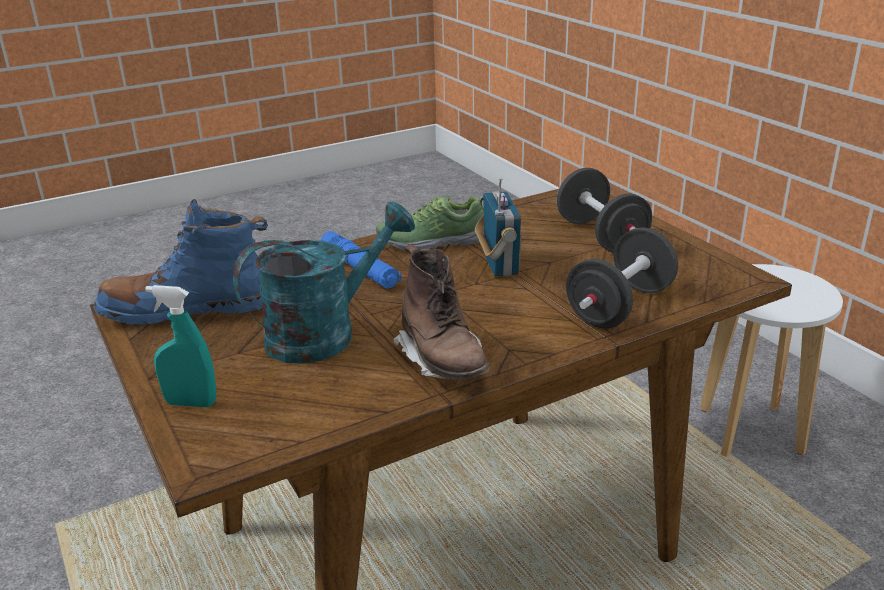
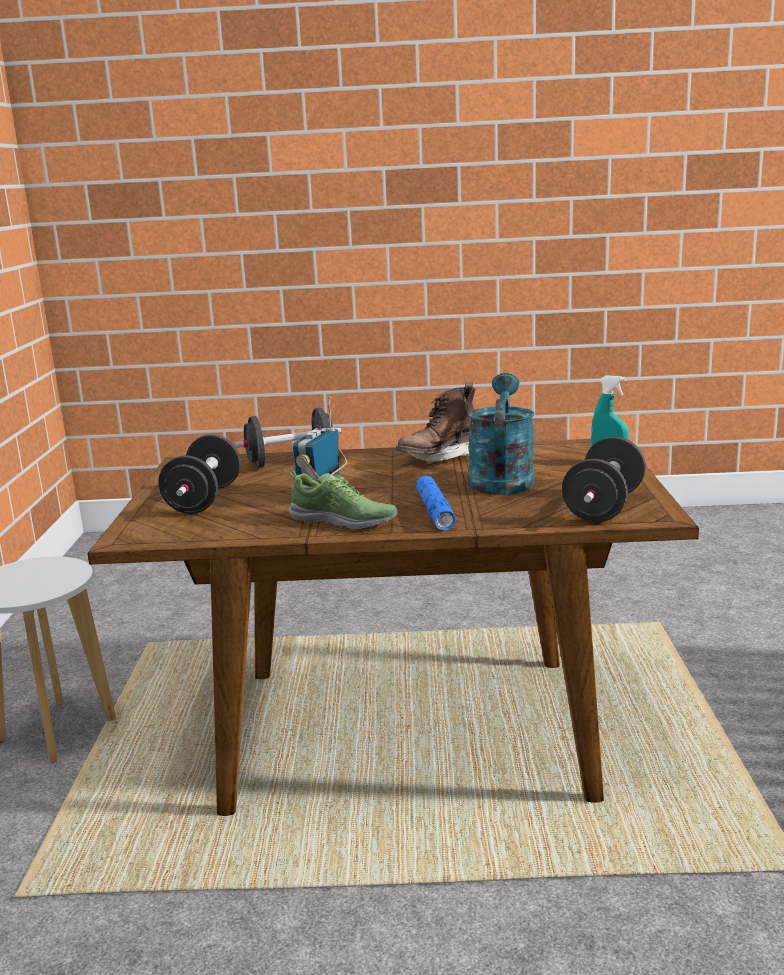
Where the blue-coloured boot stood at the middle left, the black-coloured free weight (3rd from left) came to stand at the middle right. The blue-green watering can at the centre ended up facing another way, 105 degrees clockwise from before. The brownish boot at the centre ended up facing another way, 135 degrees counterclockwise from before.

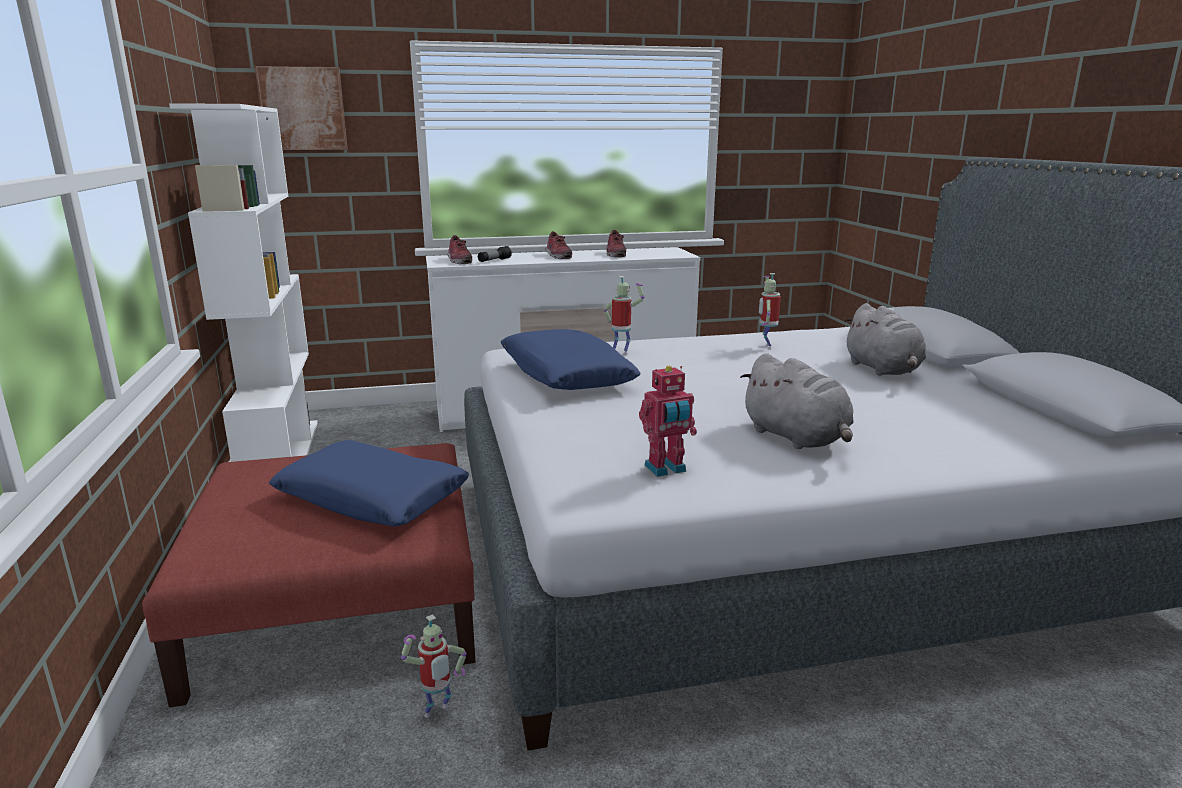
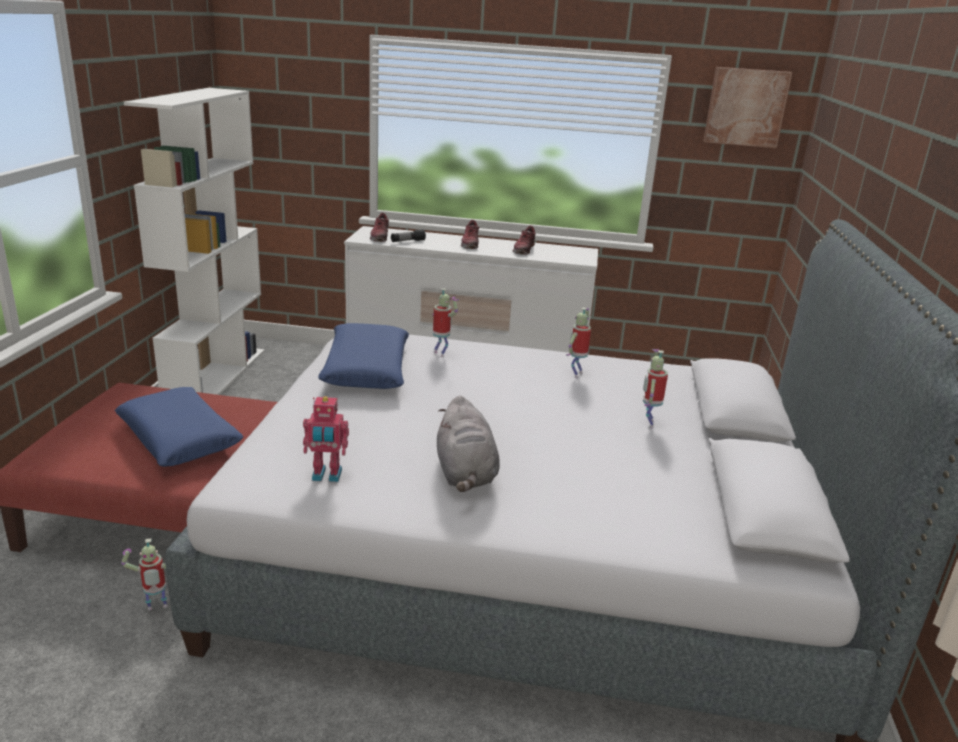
The wall picture ended up elsewhere, having gone from the top left to the top right. Where the gray cuddly toy (2nd from left) stood at the middle right, the model robot (5th from left) came to stand at the middle right.

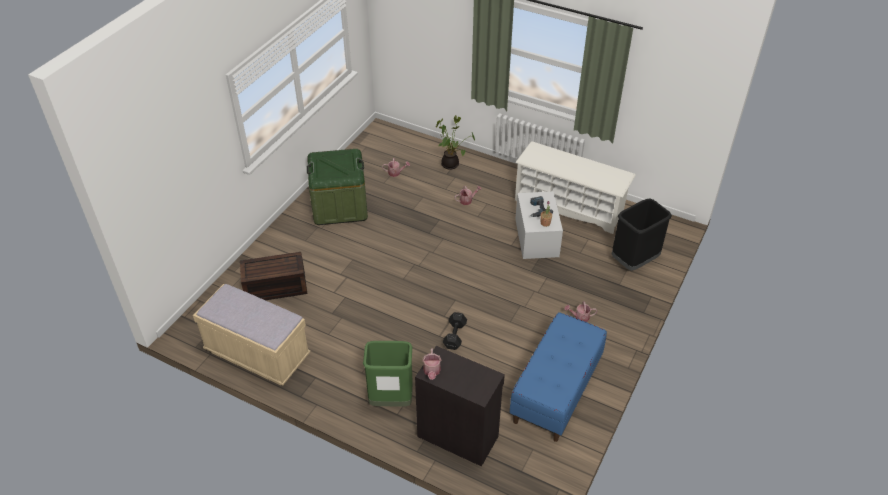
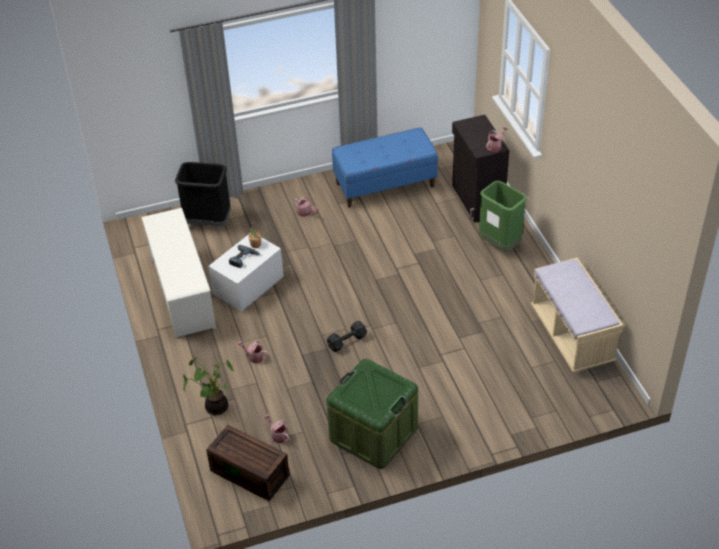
The brownish storage box ended up elsewhere, having gone from the middle left to the bottom centre. The black-coloured free weight ended up elsewhere, having gone from the bottom centre to the centre.

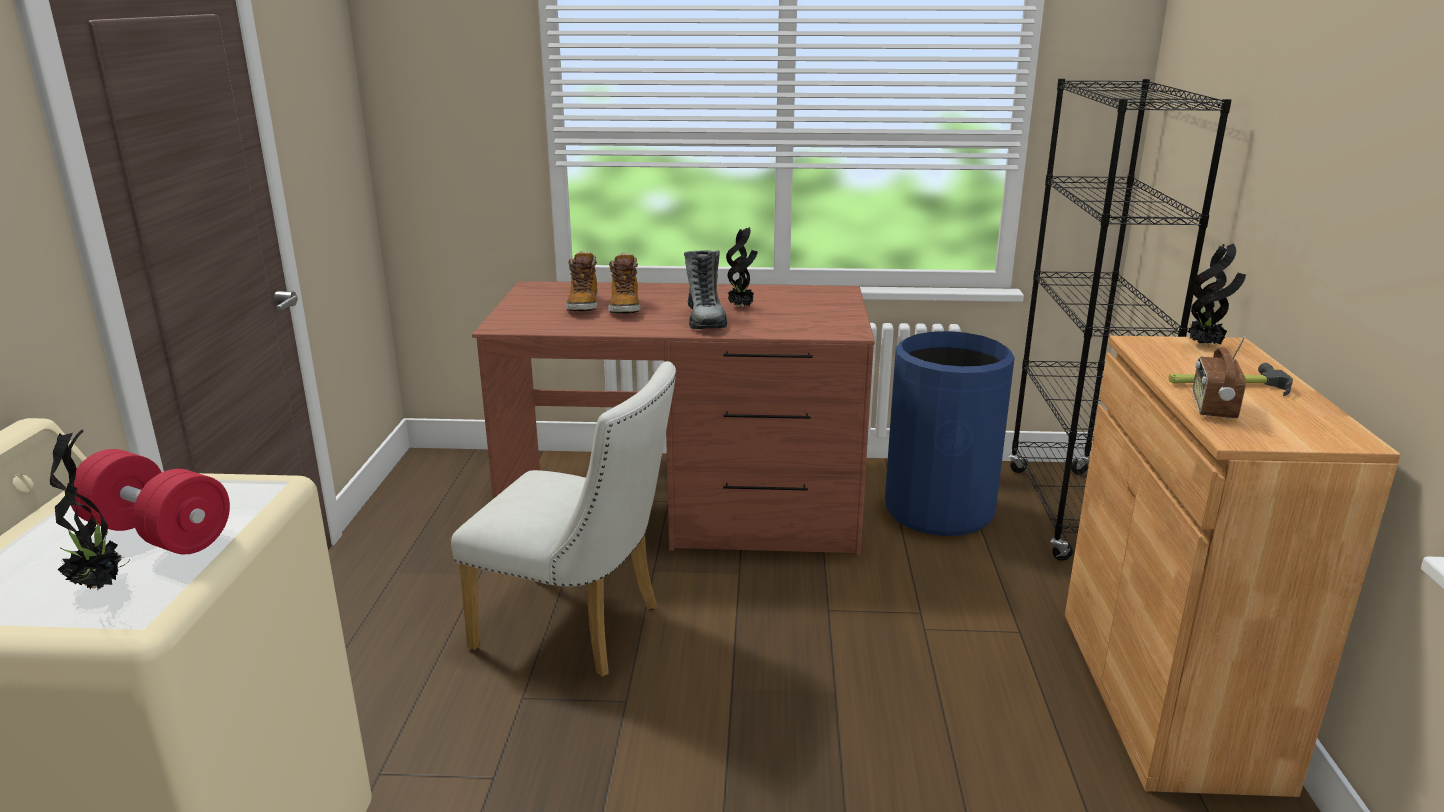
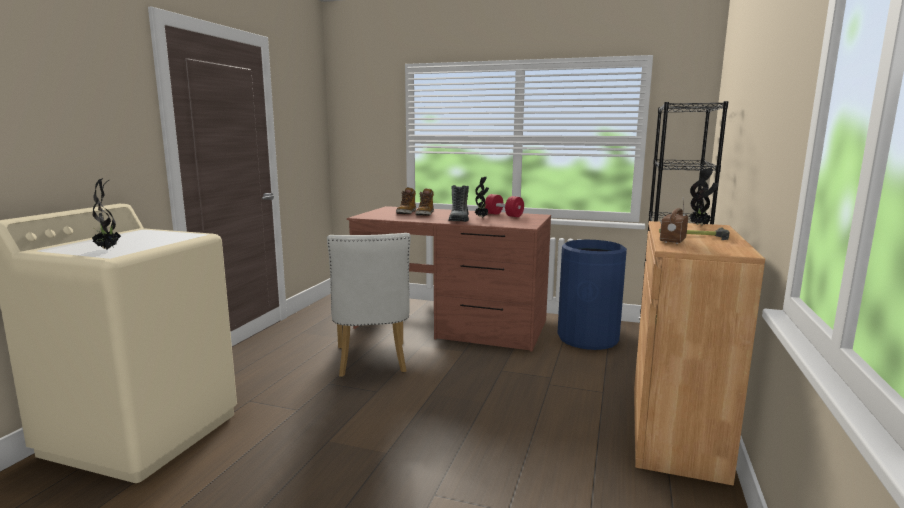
The white-coloured plain chair at the centre ended up facing another way, 45 degrees clockwise from before. The reddish free weight ended up elsewhere, having gone from the middle left to the centre.

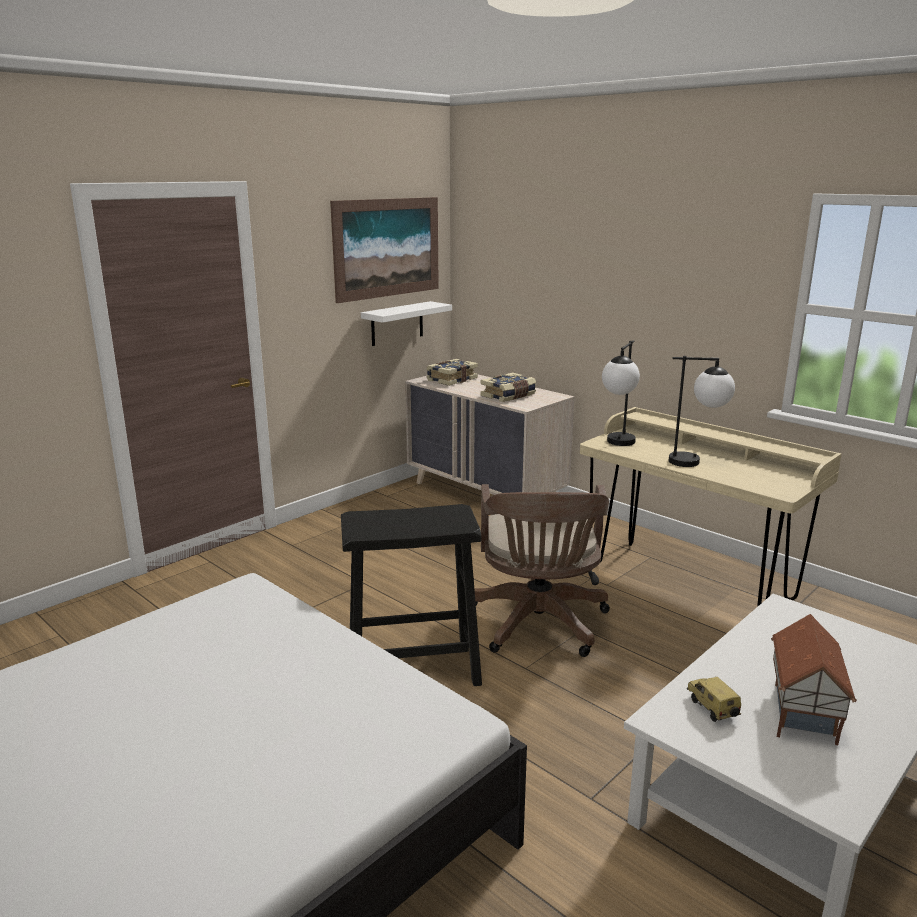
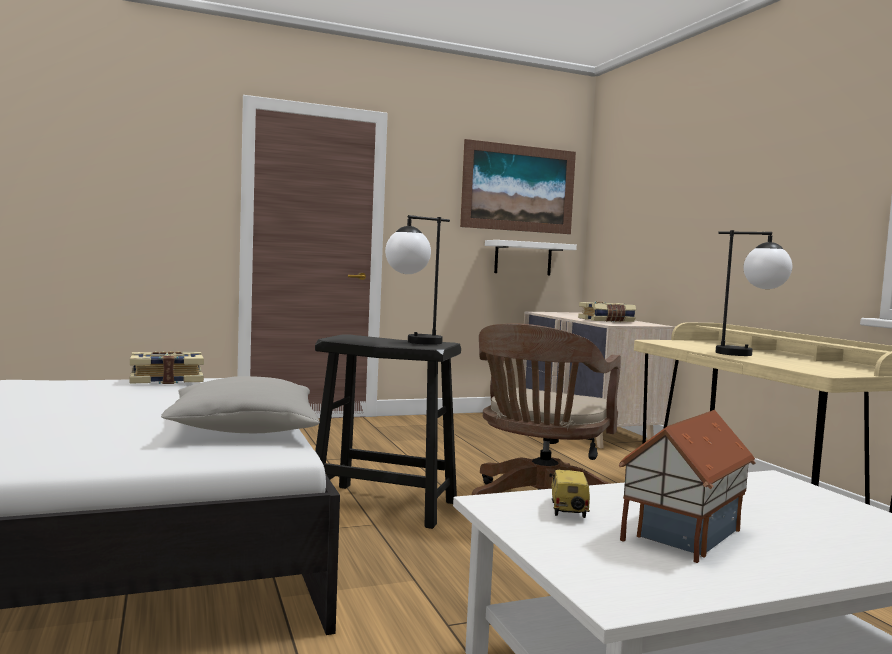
The lamp for a table (1st from left) ended up elsewhere, having gone from the middle right to the centre. The volume (1st from left) ended up elsewhere, having gone from the centre to the middle left. The second view gained the gray pillow at the middle left.

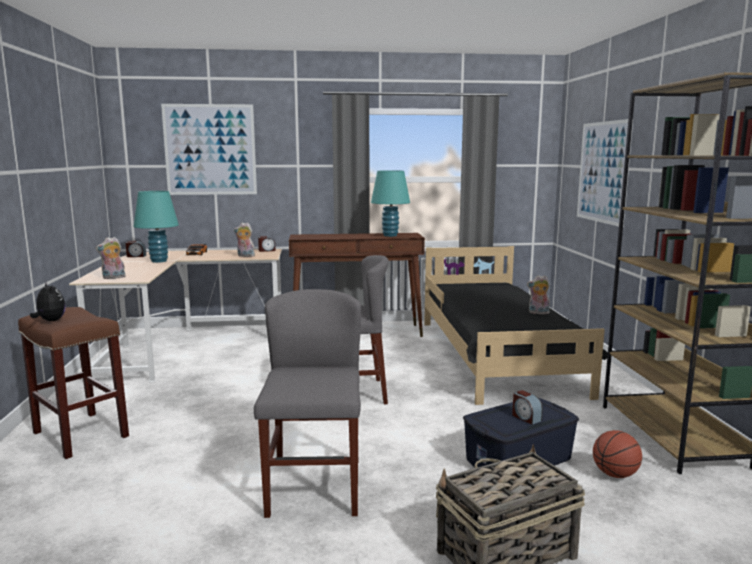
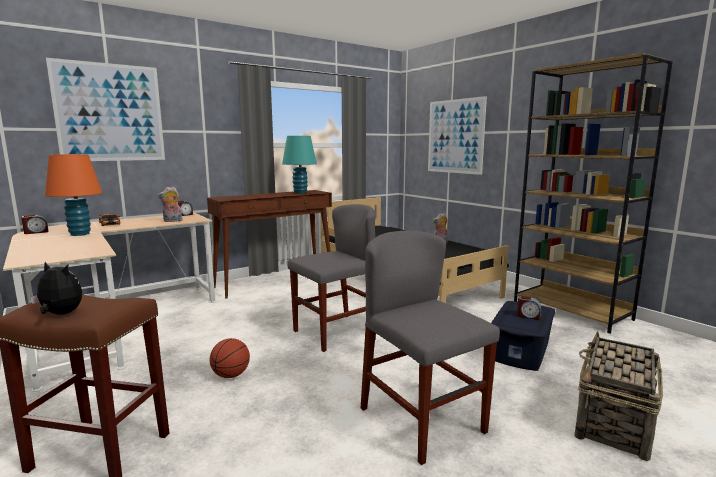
What was the blue-green lamp for a table (1st from left) at the middle left turned into the orangey lamp for a table at the middle left. The second view lost the cuddly toy (2nd from left) at the middle left. The basketball ended up elsewhere, having gone from the bottom right to the bottom left.

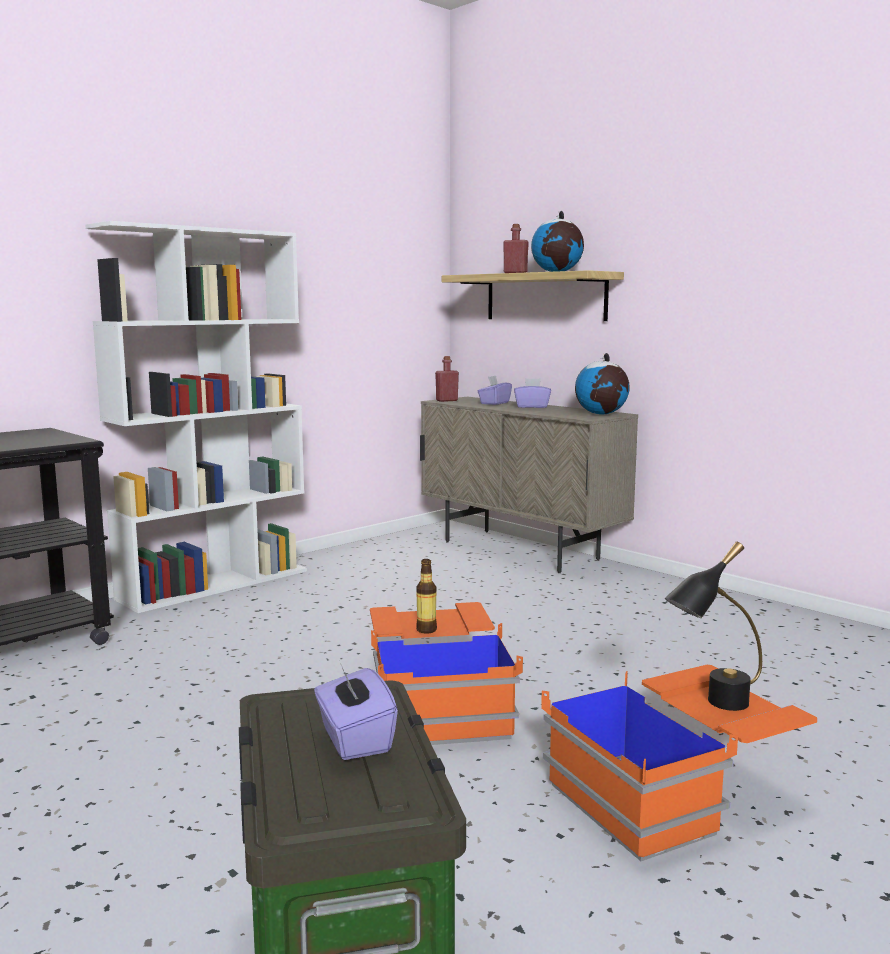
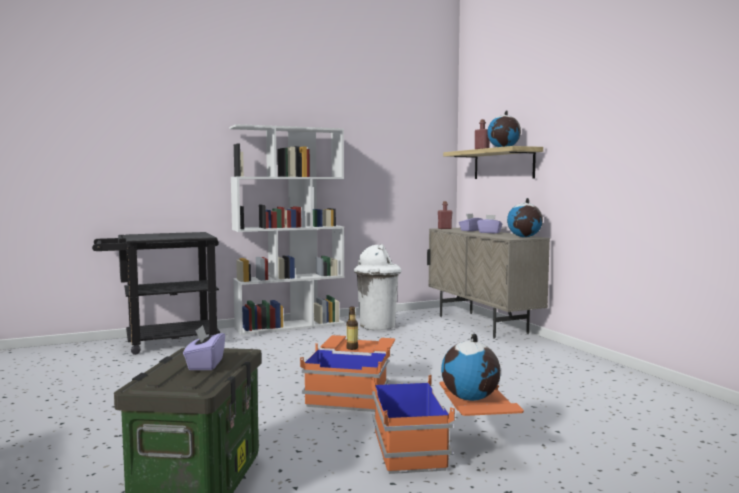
Where the black-coloured lamp for a table stood at the middle right, the globe (1st from left) came to stand at the bottom centre. The second view gained the white-coloured waste bin at the centre.

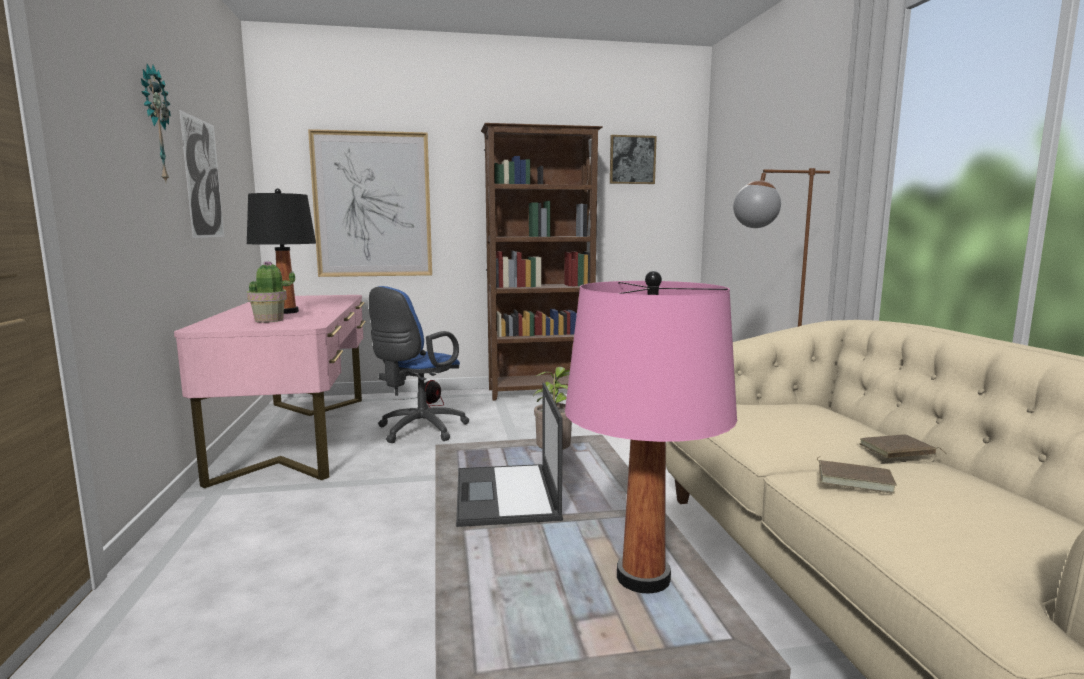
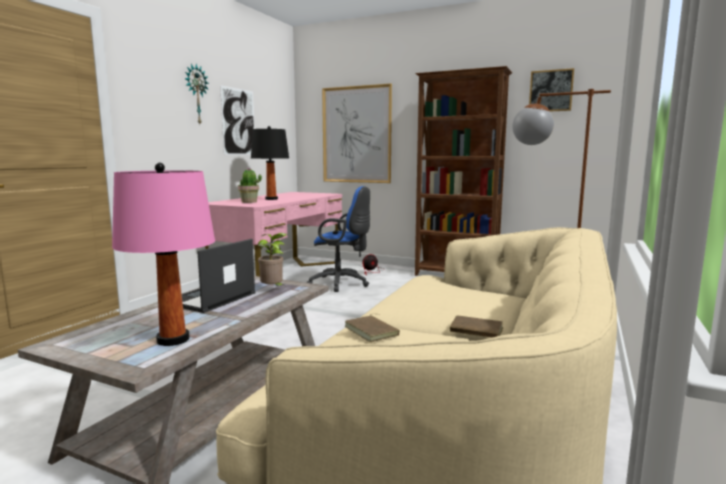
The blue-coloured computer chair at the centre ended up facing another way, 135 degrees counterclockwise from before.

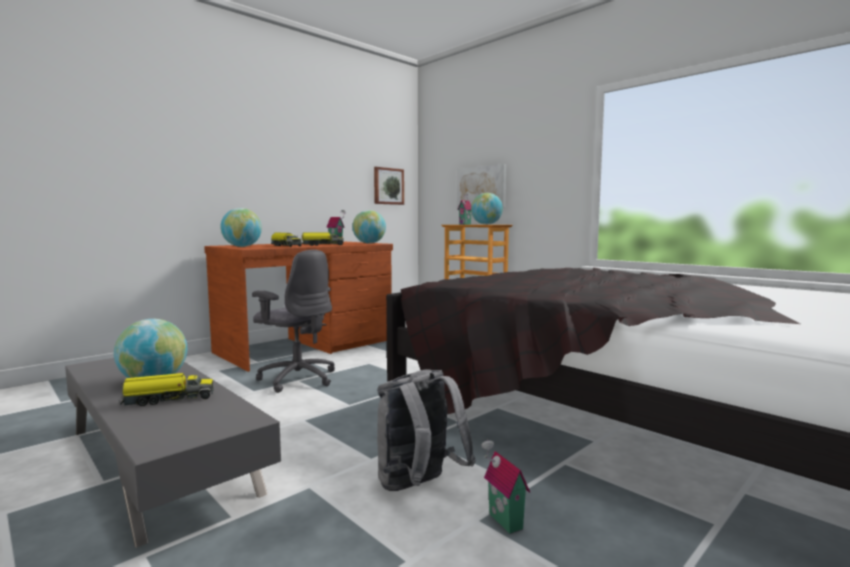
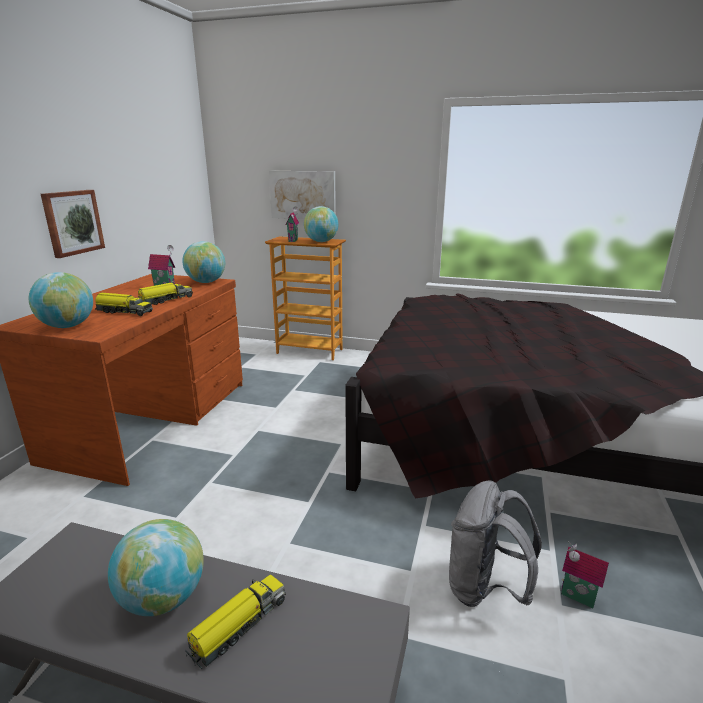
The wall picture (1st from left) ended up elsewhere, having gone from the top centre to the top left. The second view lost the gray computer chair at the centre.

